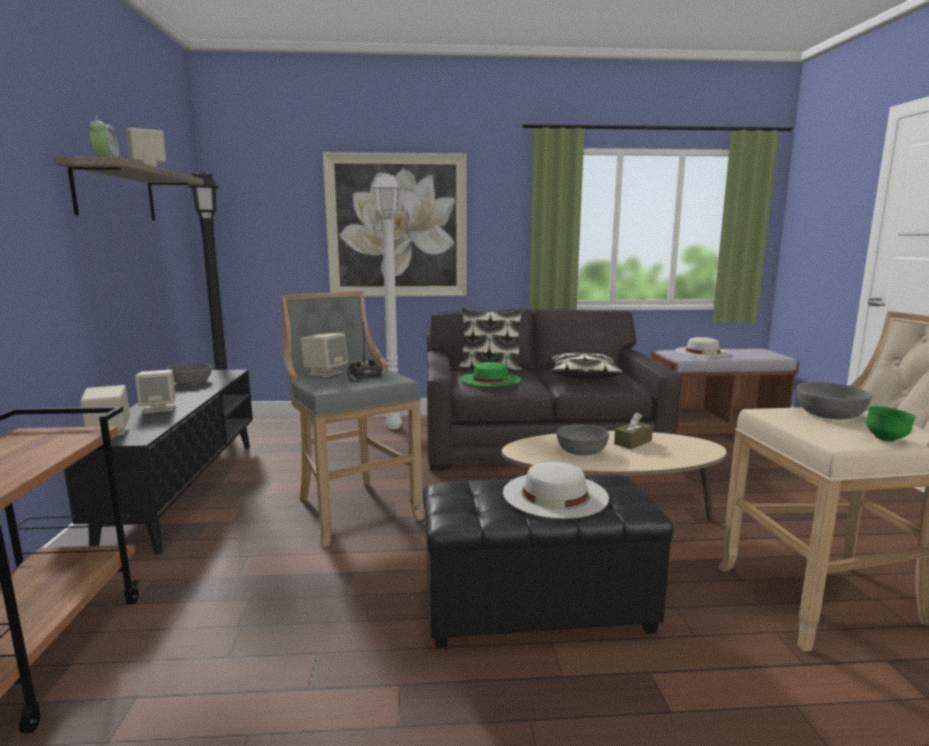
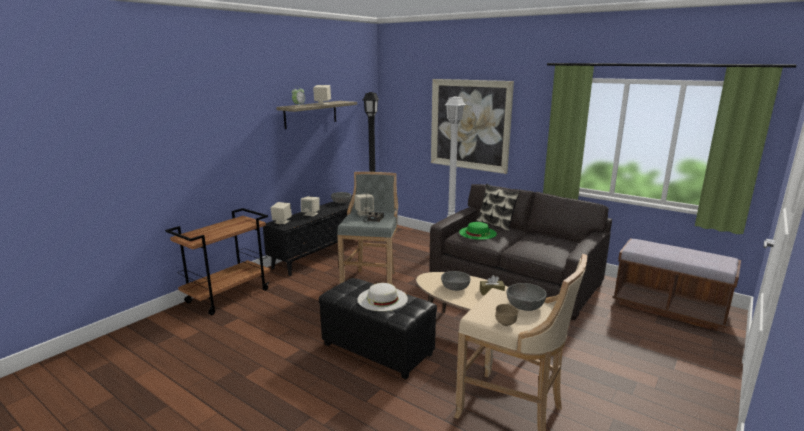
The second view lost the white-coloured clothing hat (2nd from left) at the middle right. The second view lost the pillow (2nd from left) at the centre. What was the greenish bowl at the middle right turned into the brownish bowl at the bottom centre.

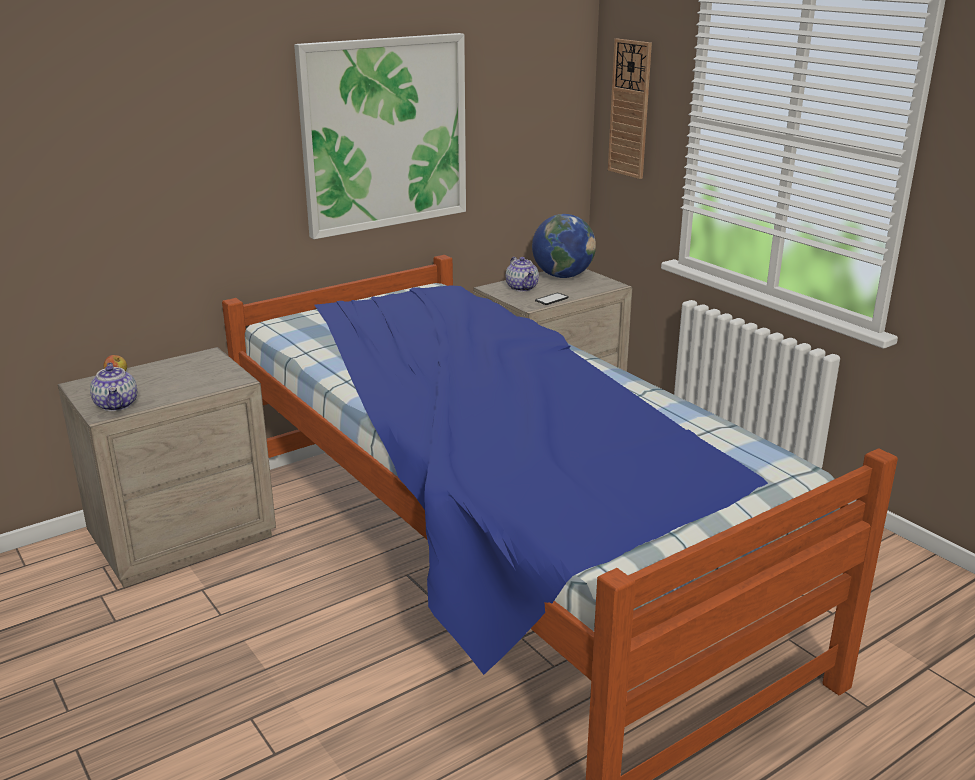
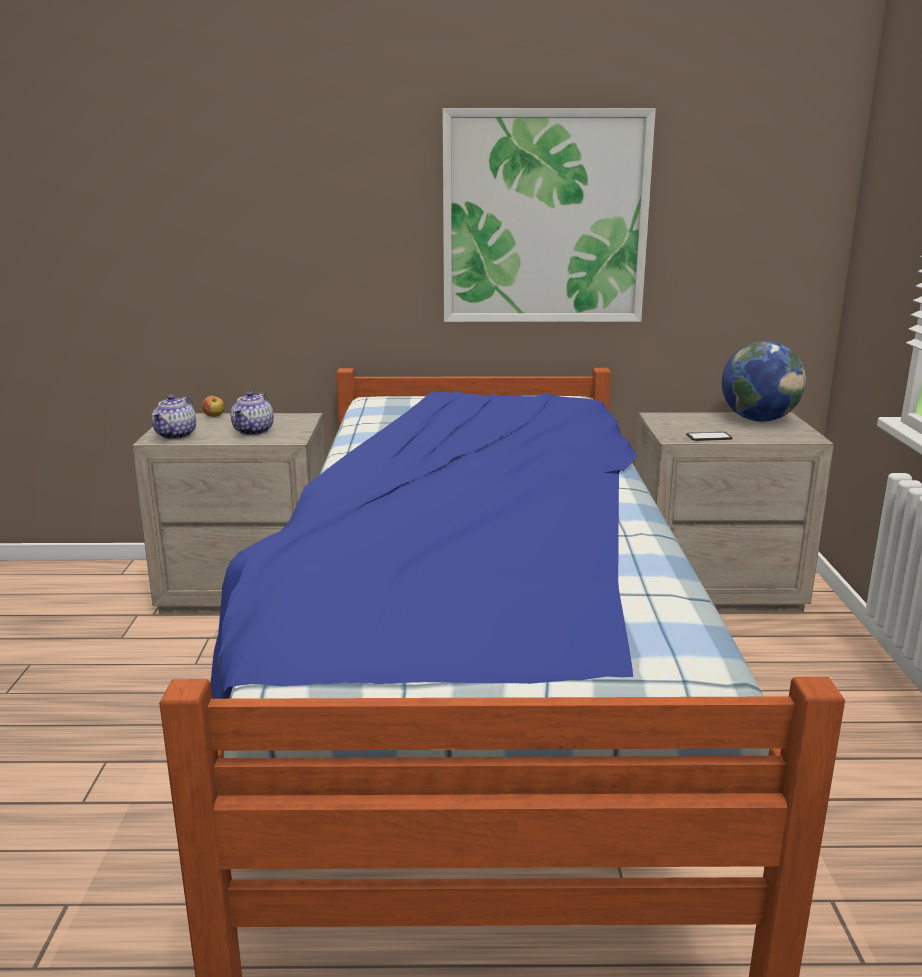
The second view lost the wall clock at the top centre. The pot for tea (2nd from left) ended up elsewhere, having gone from the centre to the middle left.

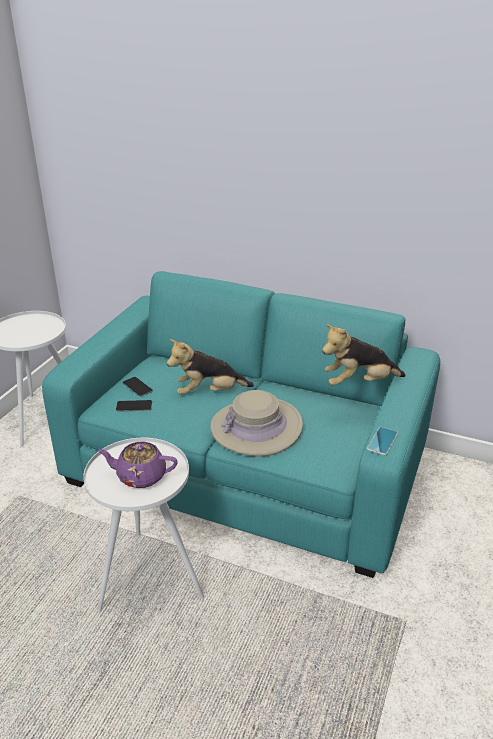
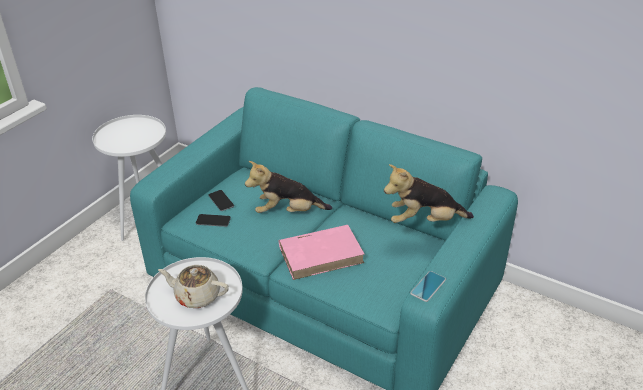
Where the beige-coloured clothing hat stood at the centre, the pink volume came to stand at the centre. What was the purplish pot for tea at the middle left turned into the beige-coloured pot for tea at the bottom left.

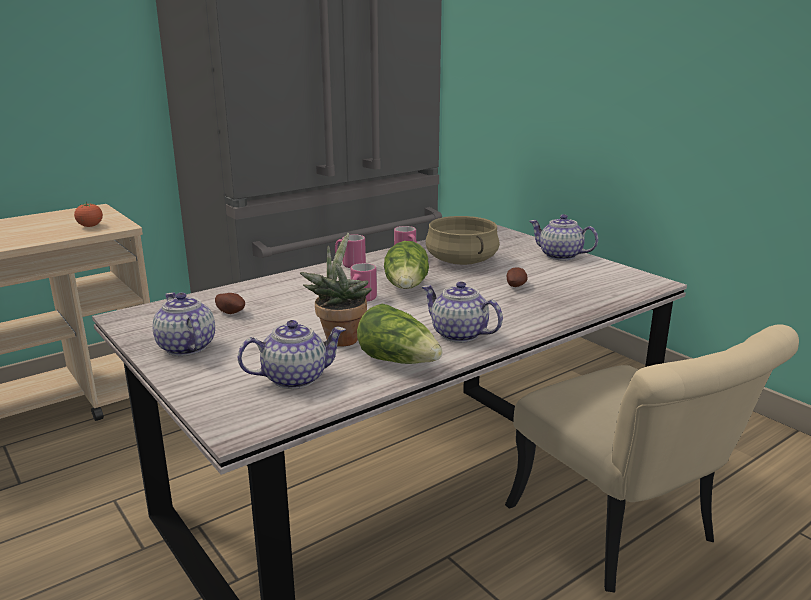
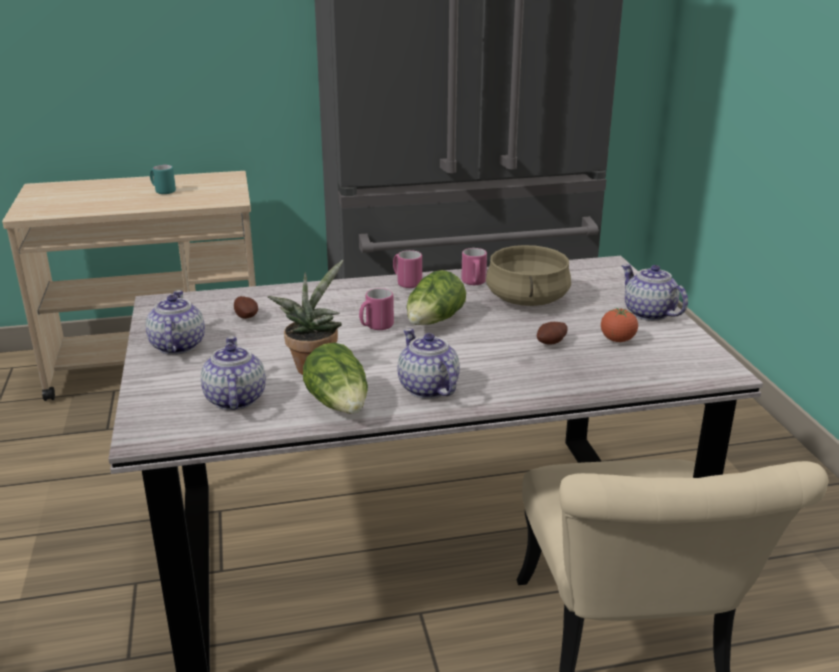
The tomato ended up elsewhere, having gone from the middle left to the middle right. The pot for tea (2nd from left) at the centre ended up facing another way, 105 degrees counterclockwise from before. The second view gained the blue-green tea mug at the top left.

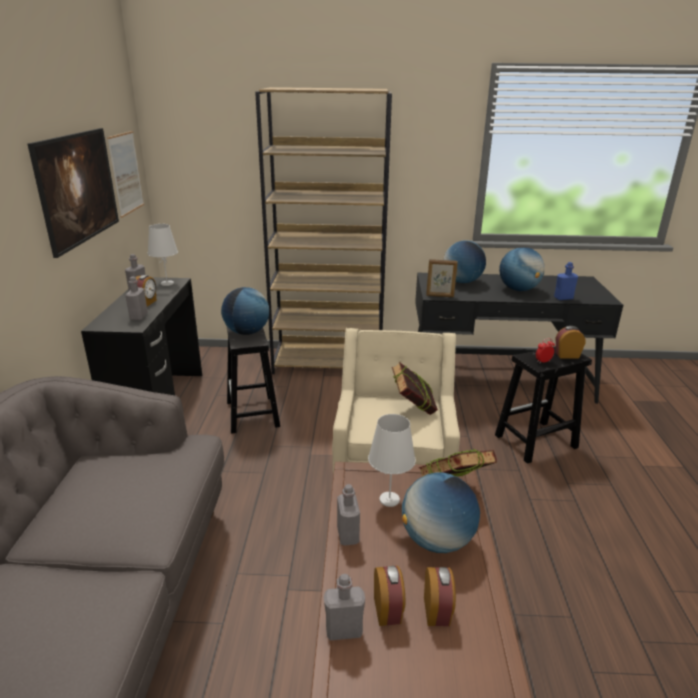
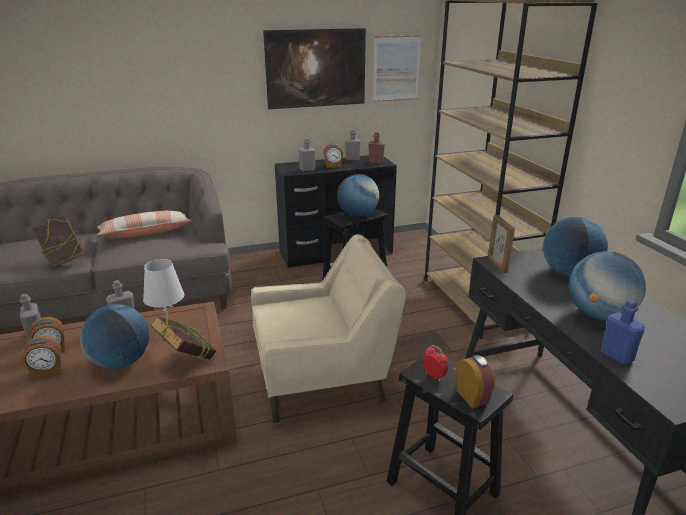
Where the white-coloured lamp for a table (1st from left) stood at the middle left, the reddish beverage bottle came to stand at the top centre. The volume (1st from left) ended up elsewhere, having gone from the centre to the middle left. The second view gained the pillow at the middle left.

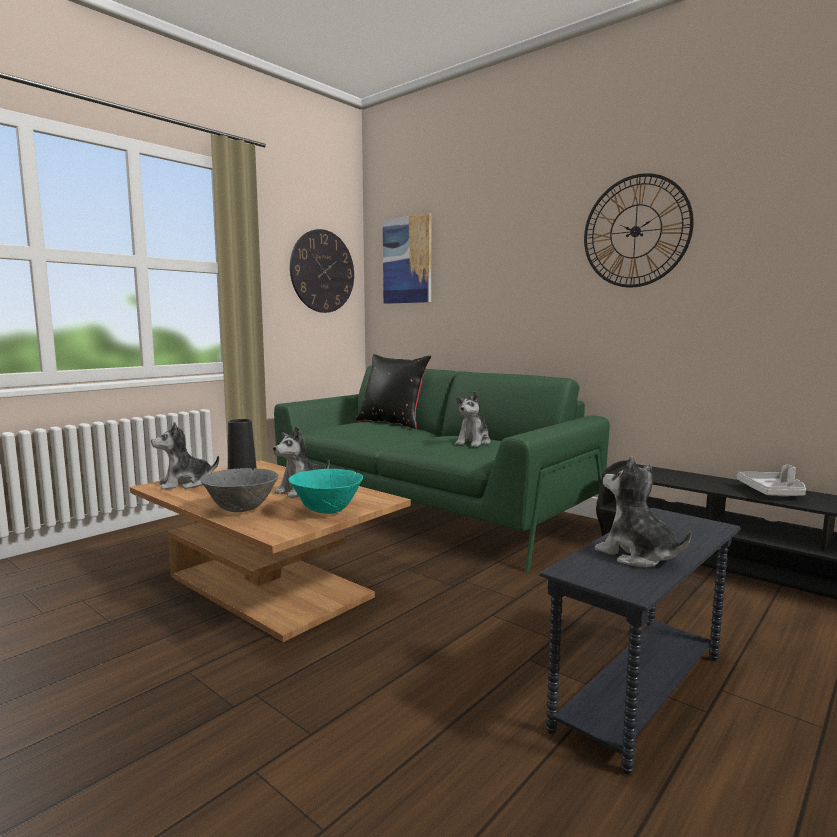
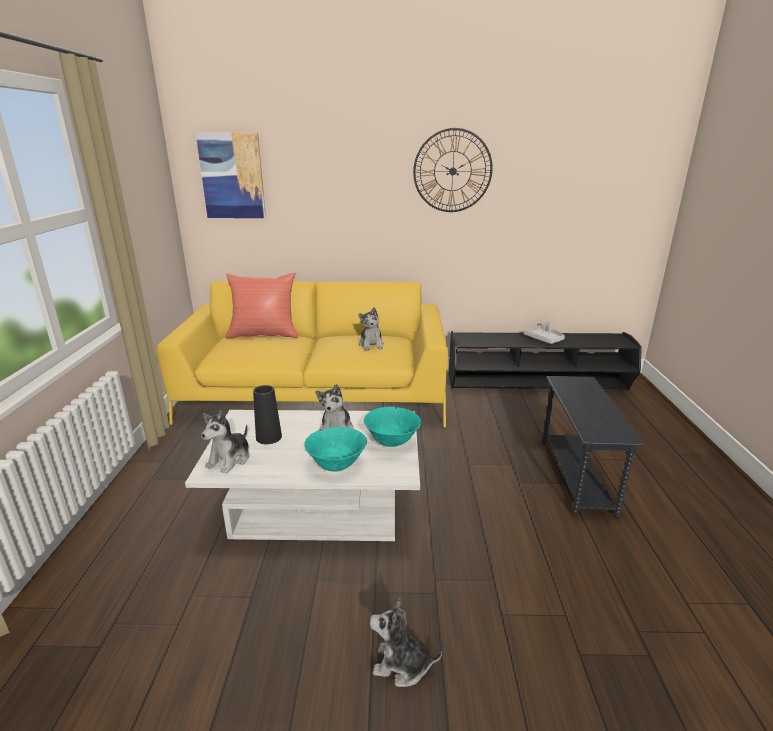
The second view lost the wall clock (1st from left) at the top centre. What was the black-coloured pillow at the centre turned into the reddish pillow at the centre. What was the greenish settee at the centre turned into the yellow settee at the centre. The cuddly toy (4th from left) ended up elsewhere, having gone from the middle right to the bottom centre. What was the brownish lounge table at the middle left turned into the white-coloured lounge table at the centre. What was the gray bowl at the middle left turned into the blue-green bowl (1st from left) at the centre.

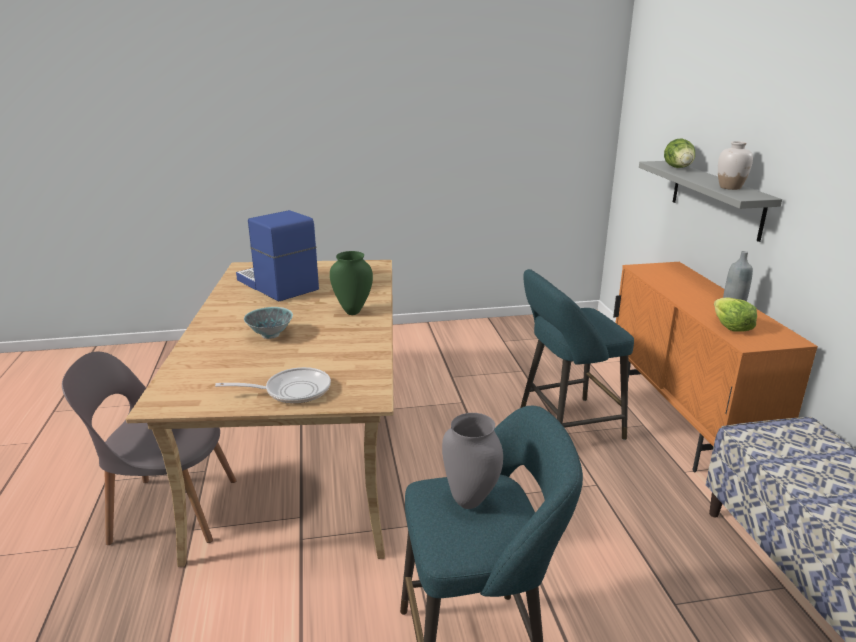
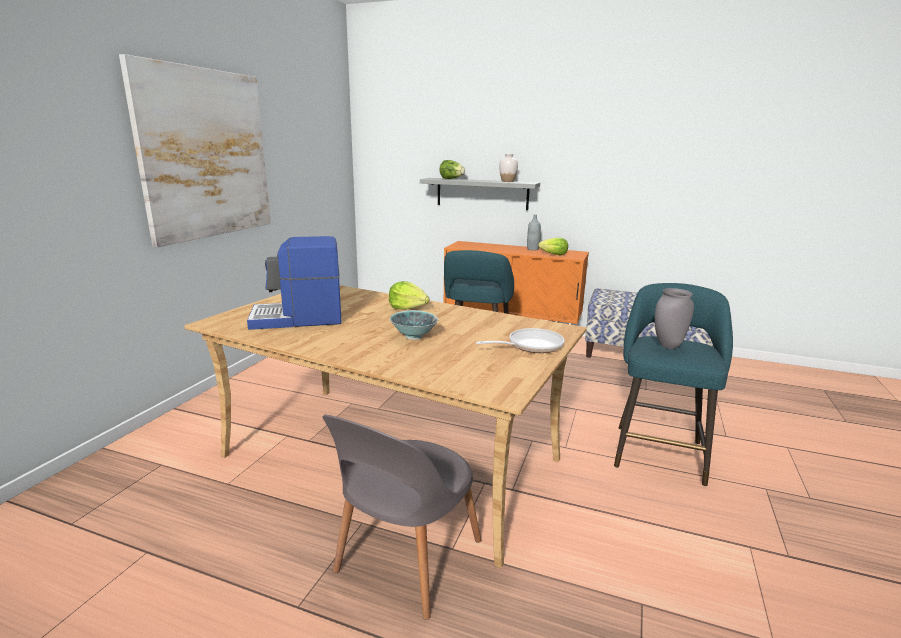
Where the greenish decorative vase stood at the centre, the head of lettuce (1st from left) came to stand at the centre. The pan at the middle left ended up facing another way, 45 degrees clockwise from before. The second view gained the wall picture at the top left.

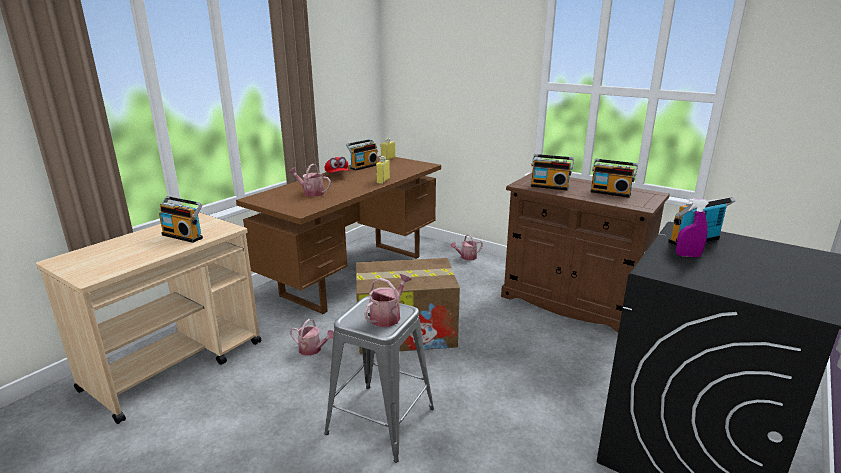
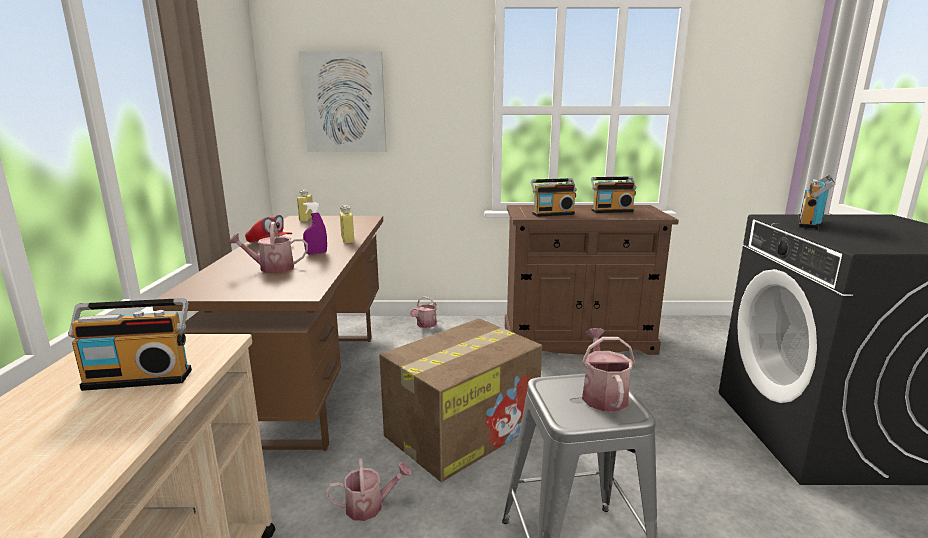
The second view lost the radio (2nd from left) at the top centre. The purplish spray bottle ended up elsewhere, having gone from the middle right to the centre. The second view gained the wall picture at the top centre.

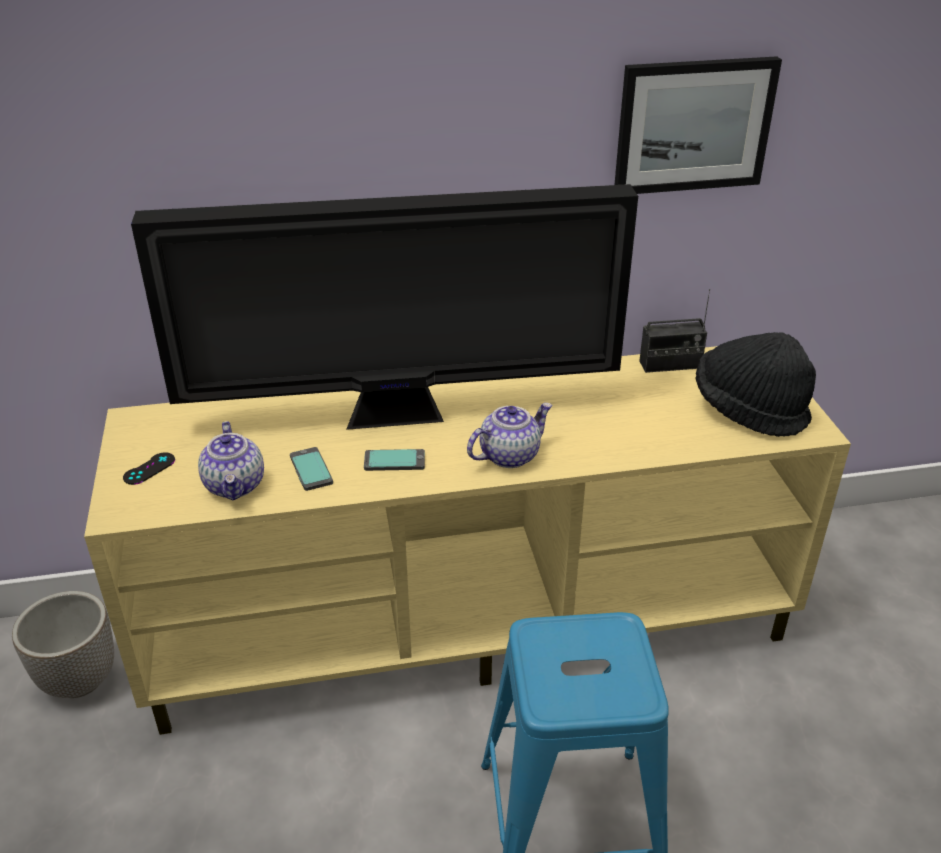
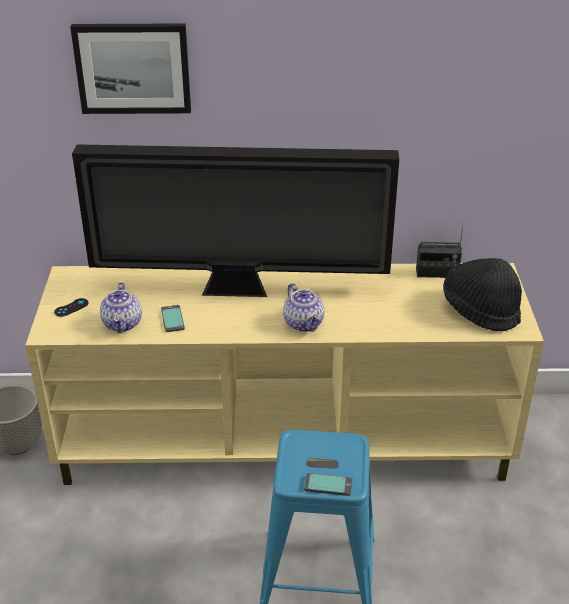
The wall picture ended up elsewhere, having gone from the top right to the top left. The pot for tea (2nd from left) at the centre ended up facing another way, 90 degrees clockwise from before. The handset (2nd from left) ended up elsewhere, having gone from the centre to the bottom centre.

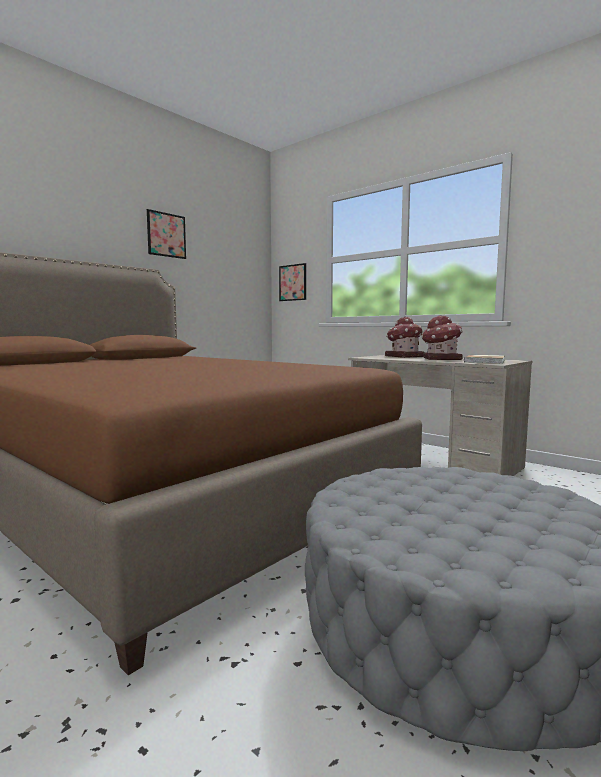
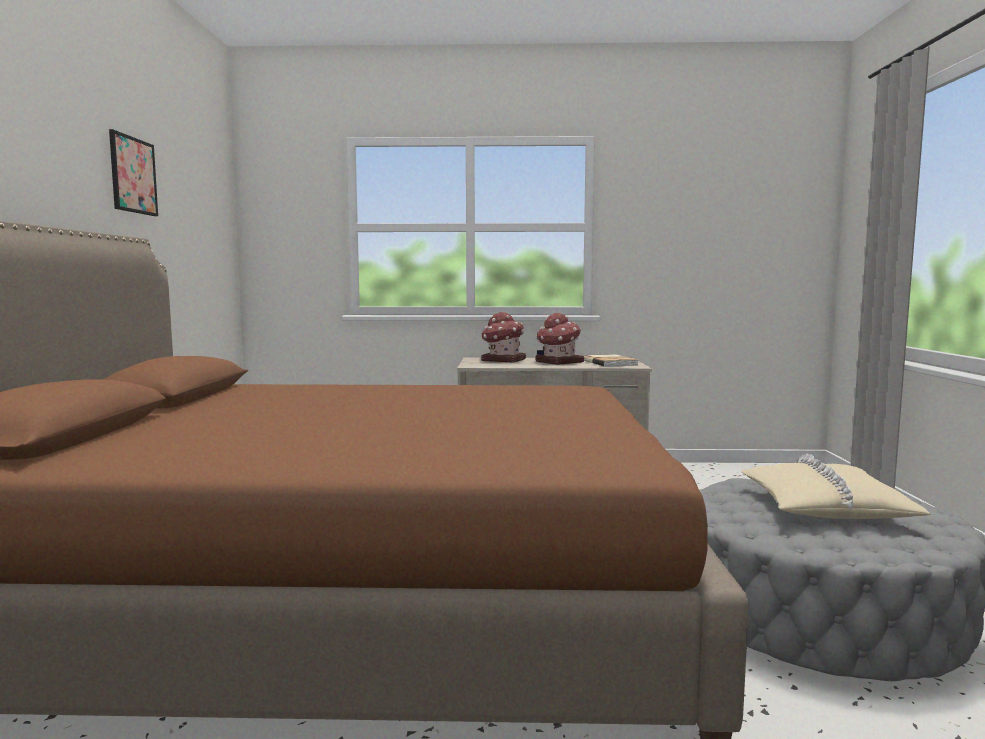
The second view lost the wall picture (2nd from left) at the centre. The second view gained the beige-coloured pillow at the middle right.

